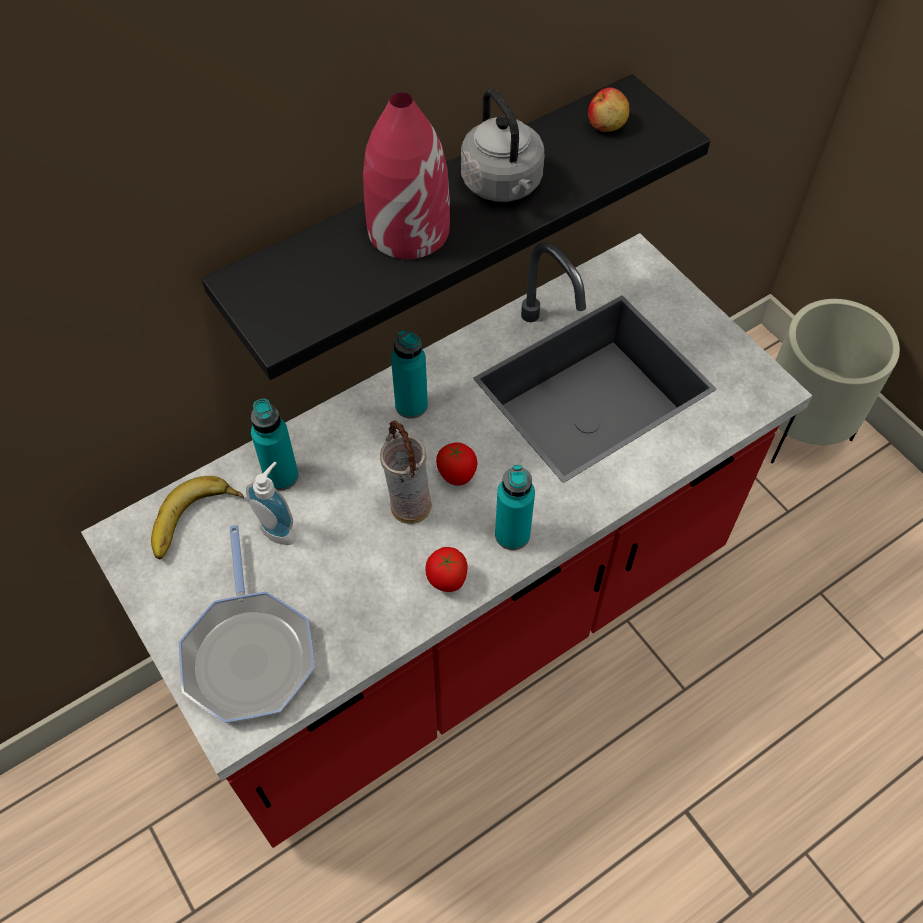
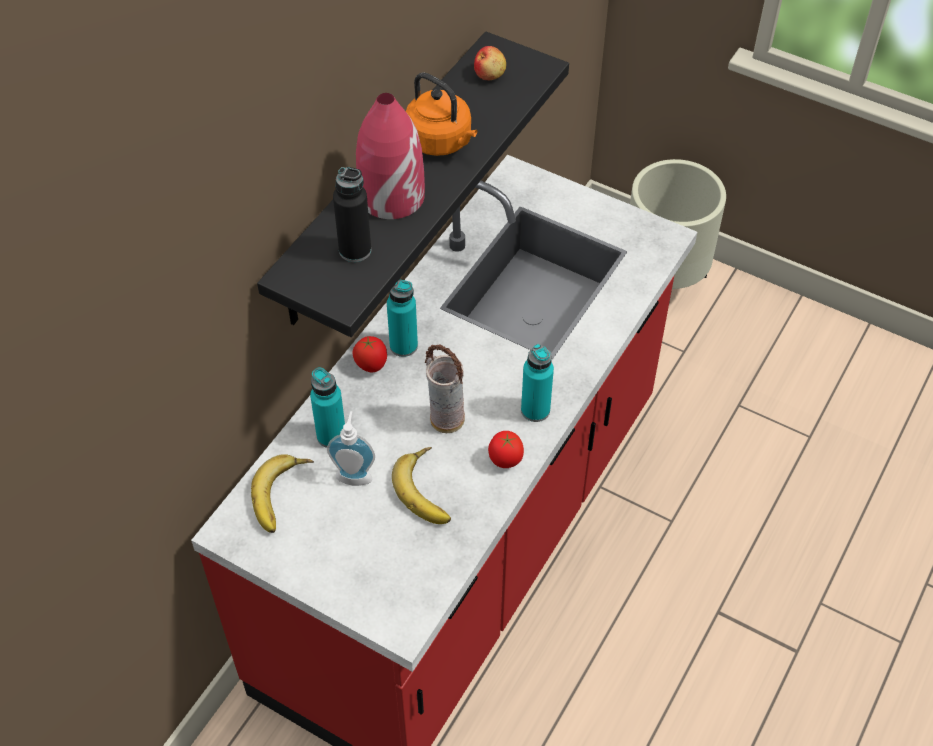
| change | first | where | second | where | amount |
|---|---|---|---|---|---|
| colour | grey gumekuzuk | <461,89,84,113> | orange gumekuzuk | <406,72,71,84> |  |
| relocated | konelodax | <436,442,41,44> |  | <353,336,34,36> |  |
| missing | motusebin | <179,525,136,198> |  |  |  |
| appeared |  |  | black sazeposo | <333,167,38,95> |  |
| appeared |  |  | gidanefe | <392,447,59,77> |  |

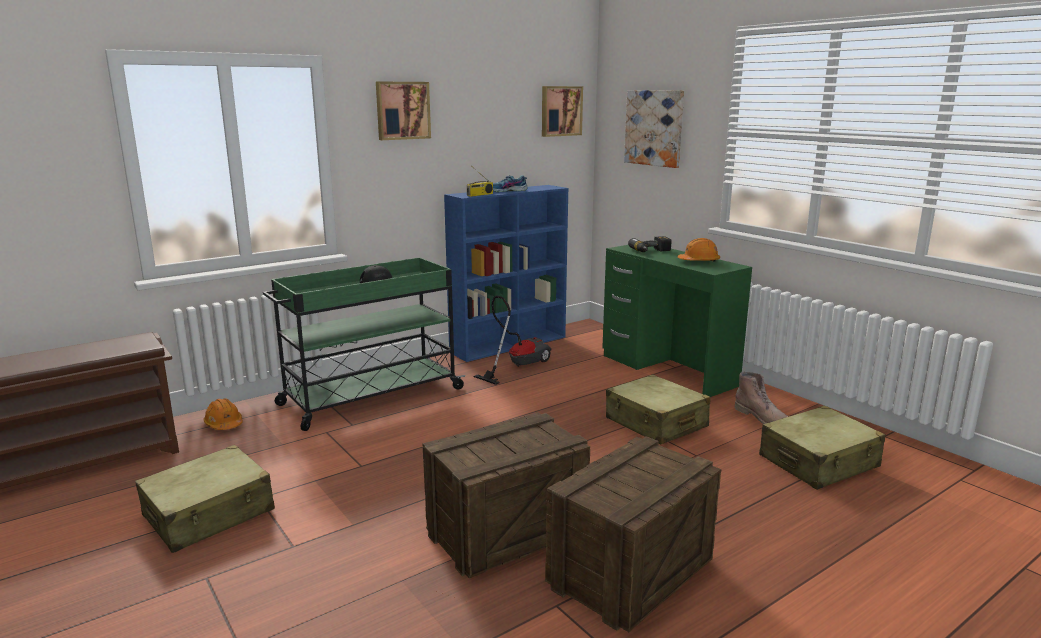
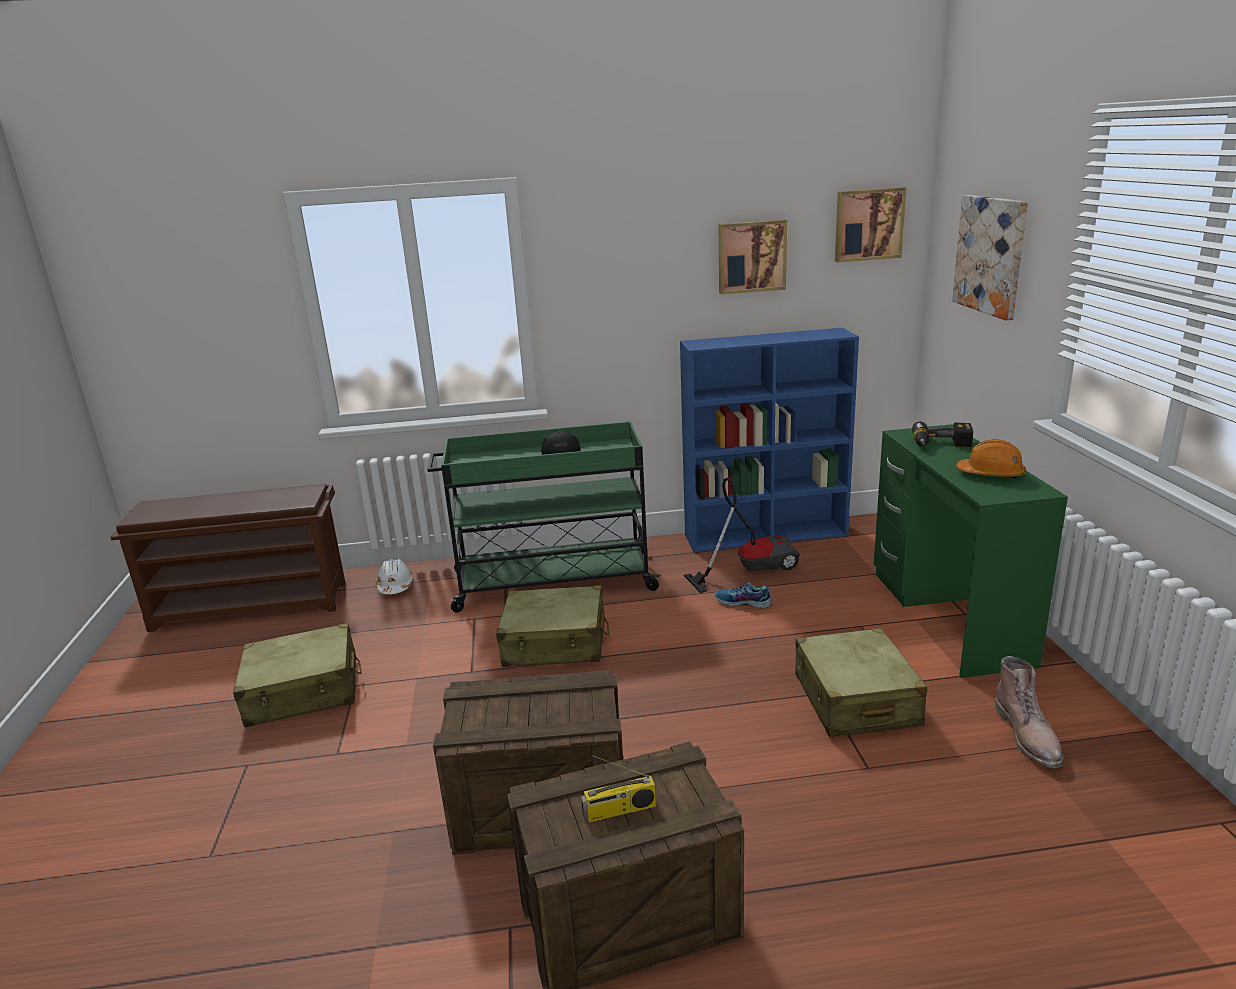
| change | first | where | second | where | amount |
|---|---|---|---|---|---|
| relocated | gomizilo | <376,82,55,58> |  | <719,219,68,75> |  |
| relocated | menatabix | <467,169,26,28> |  | <581,755,75,68> |  |
| relocated | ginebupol | <493,175,35,17> |  | <715,583,57,26> |  |
| colour | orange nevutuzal | <204,399,39,31> | white nevutuzal | <375,559,38,35> |  |
| relocated | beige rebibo | <759,406,127,84> |  | <496,585,113,82> |  |

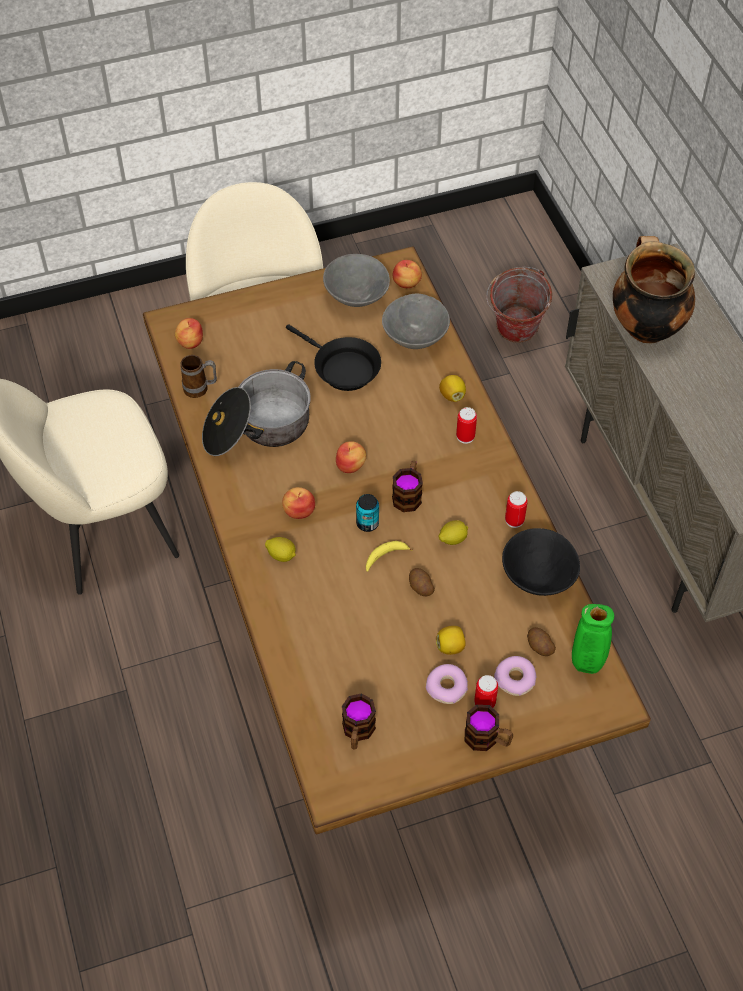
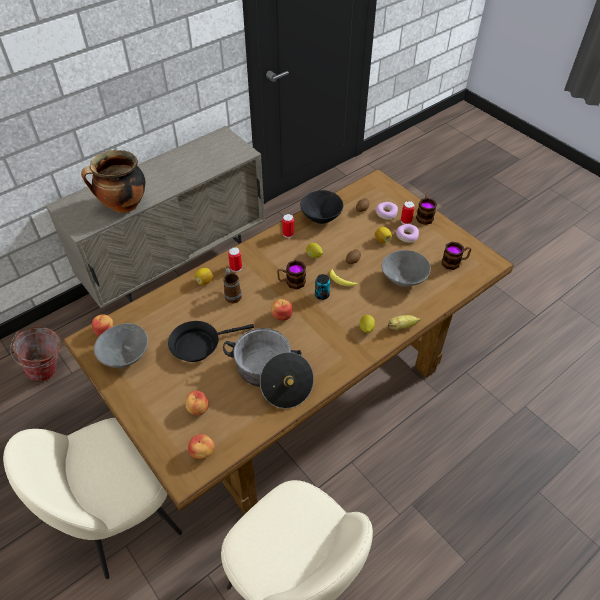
| change | first | where | second | where | amount |
|---|---|---|---|---|---|
| relocated | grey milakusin | <382,293,68,56> |  | <382,250,49,37> |  |
| spun | black motusebin | <286,324,95,67> |  | <168,321,86,41> | 135 degrees counterclockwise |
| relocated | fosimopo | <180,355,37,43> |  | <223,268,19,35> |  |
| relocated | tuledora | <282,487,33,32> |  | <186,391,23,24> |  |
| missing | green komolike | <572,604,42,70> |  |  |  |
| appeared |  |  | gidanefe | <388,315,33,15> |  |

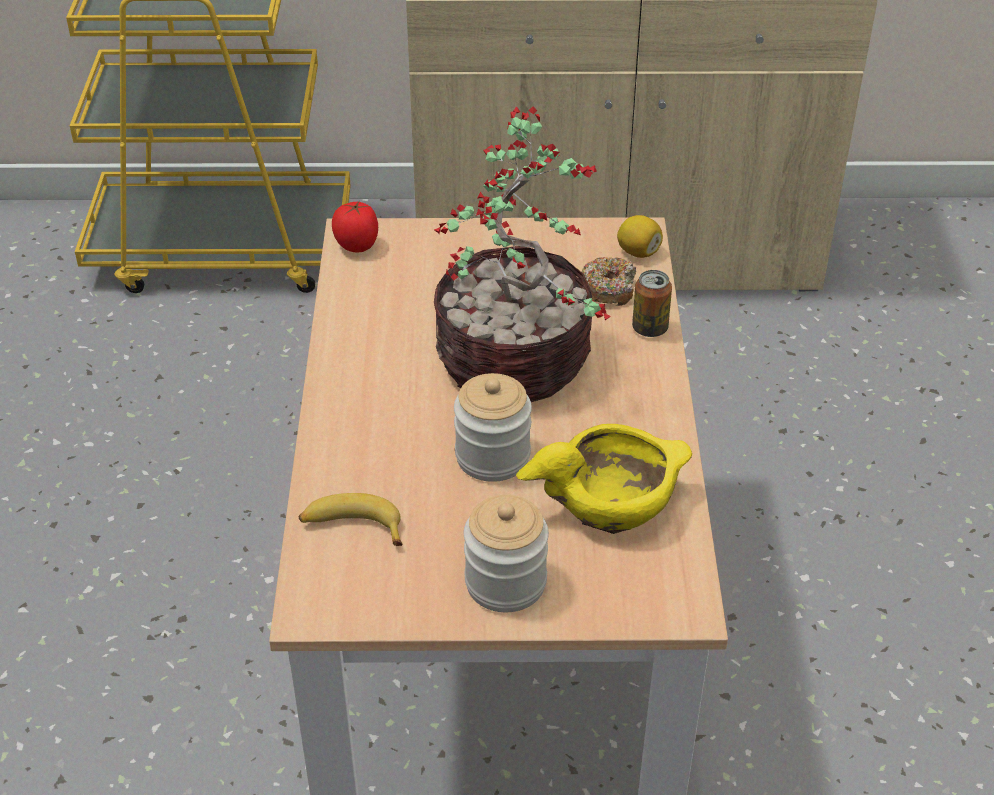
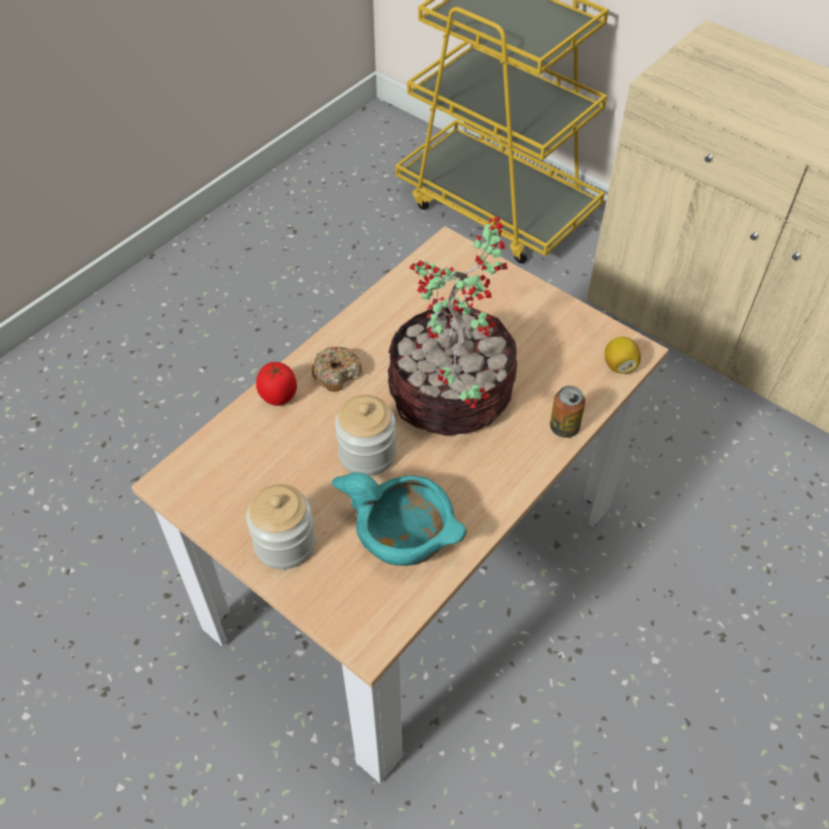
| change | first | where | second | where | amount |
|---|---|---|---|---|---|
| relocated | konelodax | <332,202,46,50> |  | <256,362,41,44> |  |
| relocated | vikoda | <578,257,58,49> |  | <312,347,50,45> |  |
| colour | yellow milakusin | <516,424,176,110> | turquoise milakusin | <332,472,135,94> |  |
| missing | gidanefe | <299,493,104,53> |  |  |  |

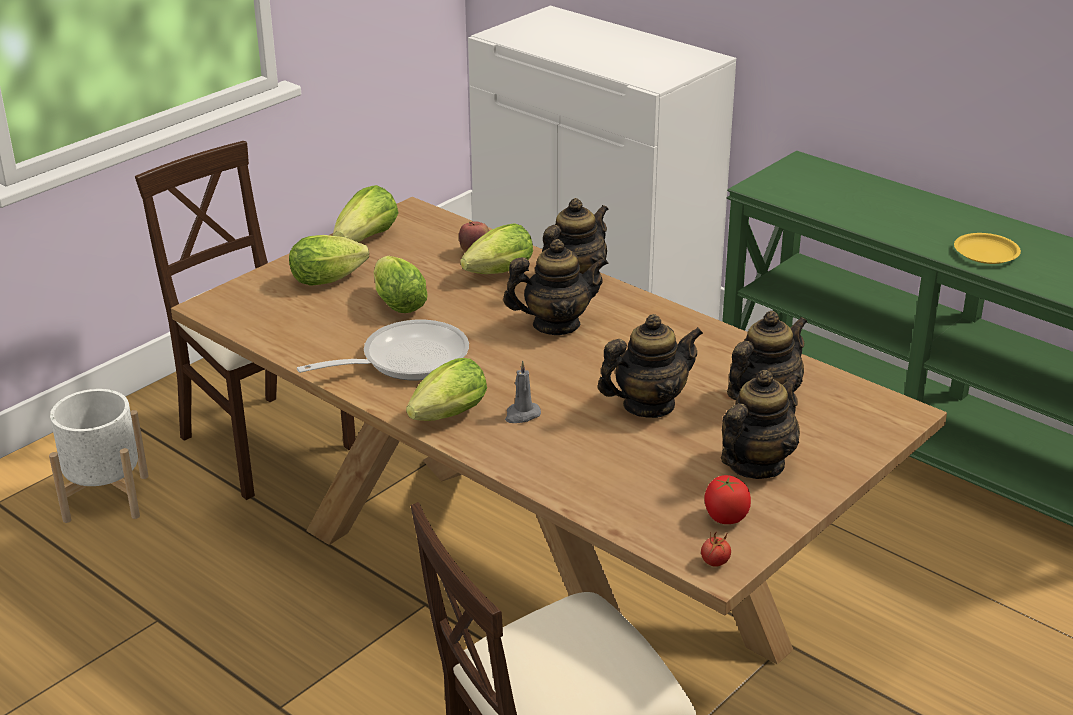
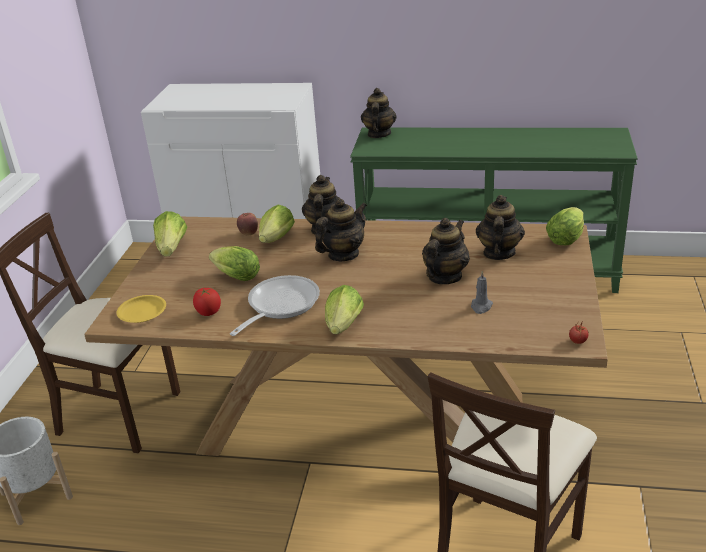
| change | first | where | second | where | amount |
|---|---|---|---|---|---|
| relocated | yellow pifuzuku | <954,233,67,31> |  | <116,295,50,28> |  |
| relocated | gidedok | <289,235,80,51> |  | <546,207,38,38> |  |
| relocated | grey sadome | <505,361,36,62> |  | <471,271,22,43> |  |
| relocated | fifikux | <721,370,79,109> |  | <361,88,36,50> |  |
| relocated | konelodax | <705,475,46,49> |  | <193,288,28,28> |  |

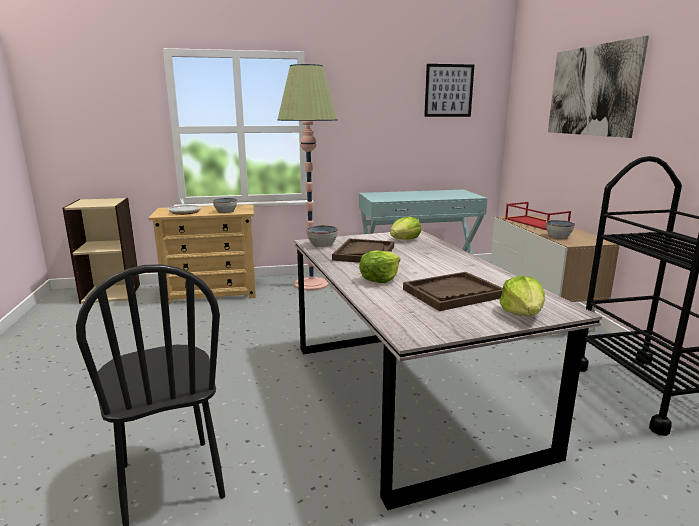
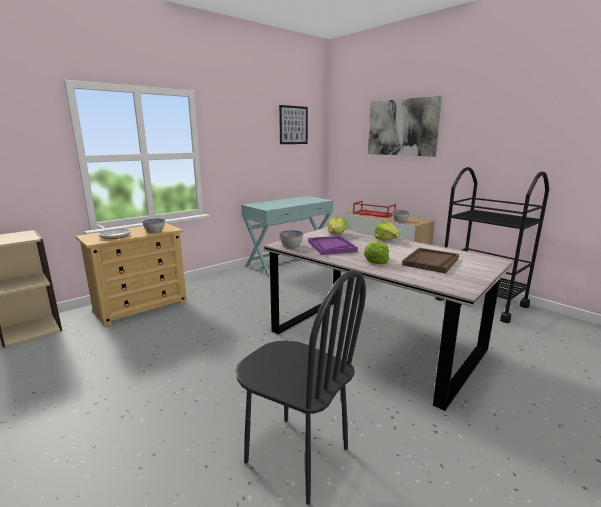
| change | first | where | second | where | amount |
|---|---|---|---|---|---|
| missing | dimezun | <277,64,61,227> |  |  |  |
| colour | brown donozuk | <332,238,62,25> | purple donozuk | <308,236,50,19> |  |
| relocated | gidedok | <500,276,45,40> |  | <374,222,26,19> |  |

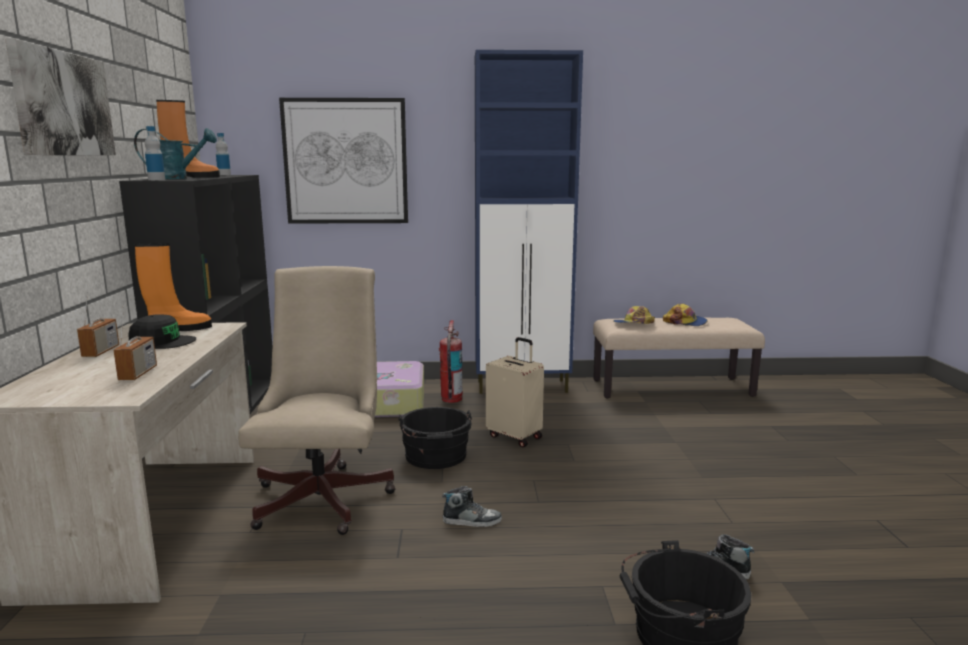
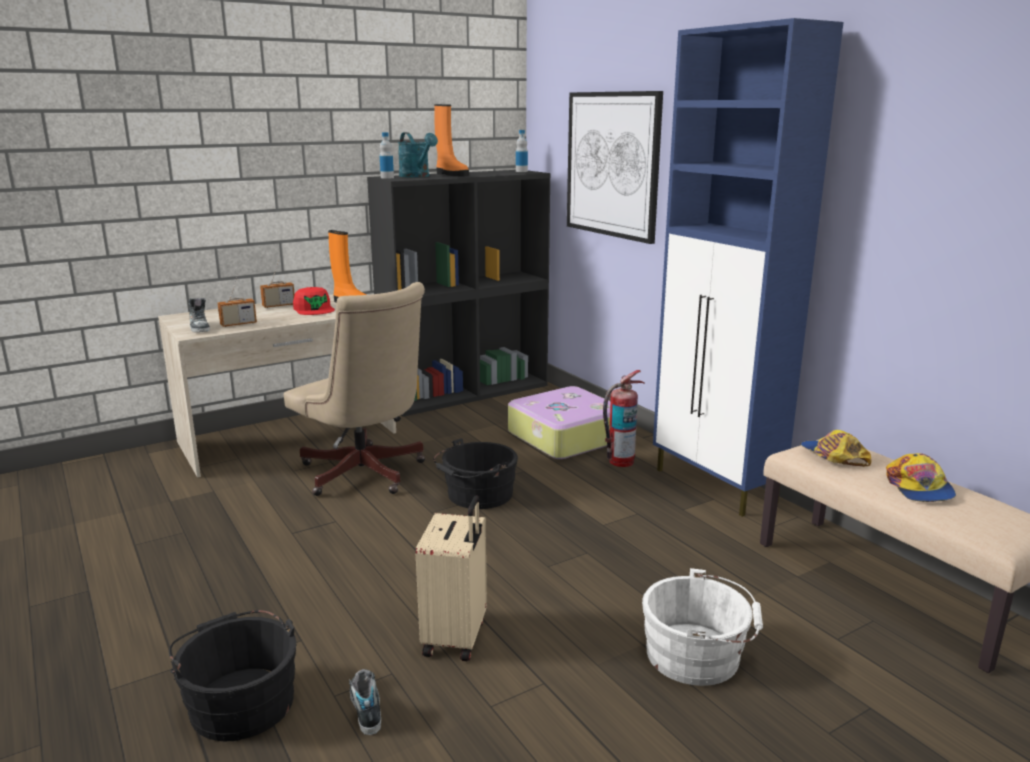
| change | first | where | second | where | amount |
|---|---|---|---|---|---|
| missing | gomizilo | <5,39,111,116> |  |  |  |
| spun | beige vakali | <238,266,157,269> |  | <284,282,141,214> | 75 degrees clockwise |
| colour | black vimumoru | <129,314,67,35> | red vimumoru | <293,287,42,28> |  |
| relocated | beige rebibo | <486,337,58,110> |  | <416,495,71,166> |  |
| relocated | ginebupol | <442,486,60,41> |  | <189,298,21,34> |  |
| appeared |  |  | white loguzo | <642,568,121,118> |  |

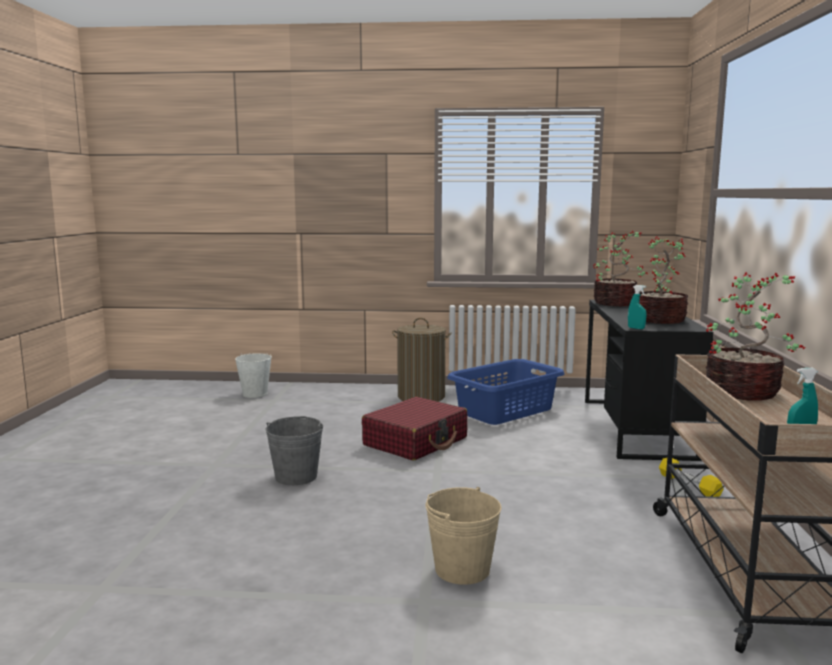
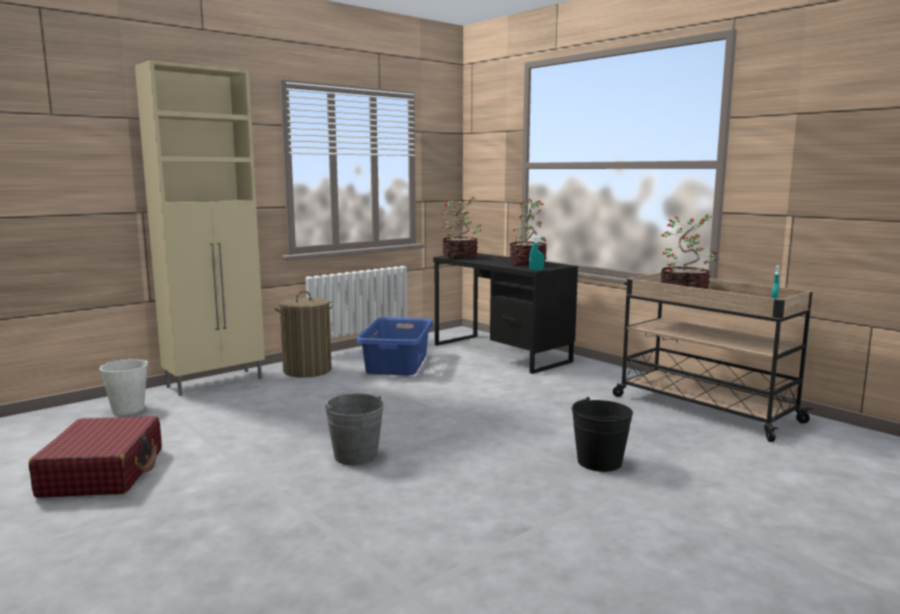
| change | first | where | second | where | amount |
|---|---|---|---|---|---|
| relocated | red rebibo | <362,397,106,64> |  | <29,416,133,82> |  |
| missing | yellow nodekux | <659,458,64,39> |  |  |  |
| colour | beige loguzo | <426,487,76,98> | black loguzo | <572,397,61,75> |  |
| appeared |  |  | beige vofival | <135,60,130,336> |  |

